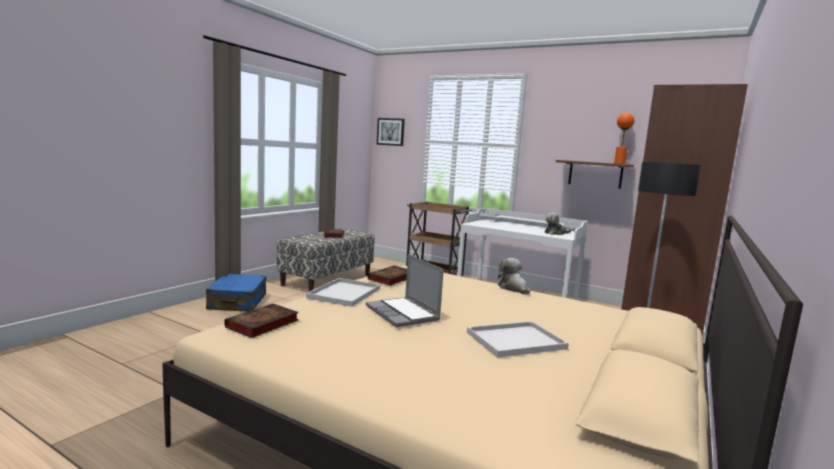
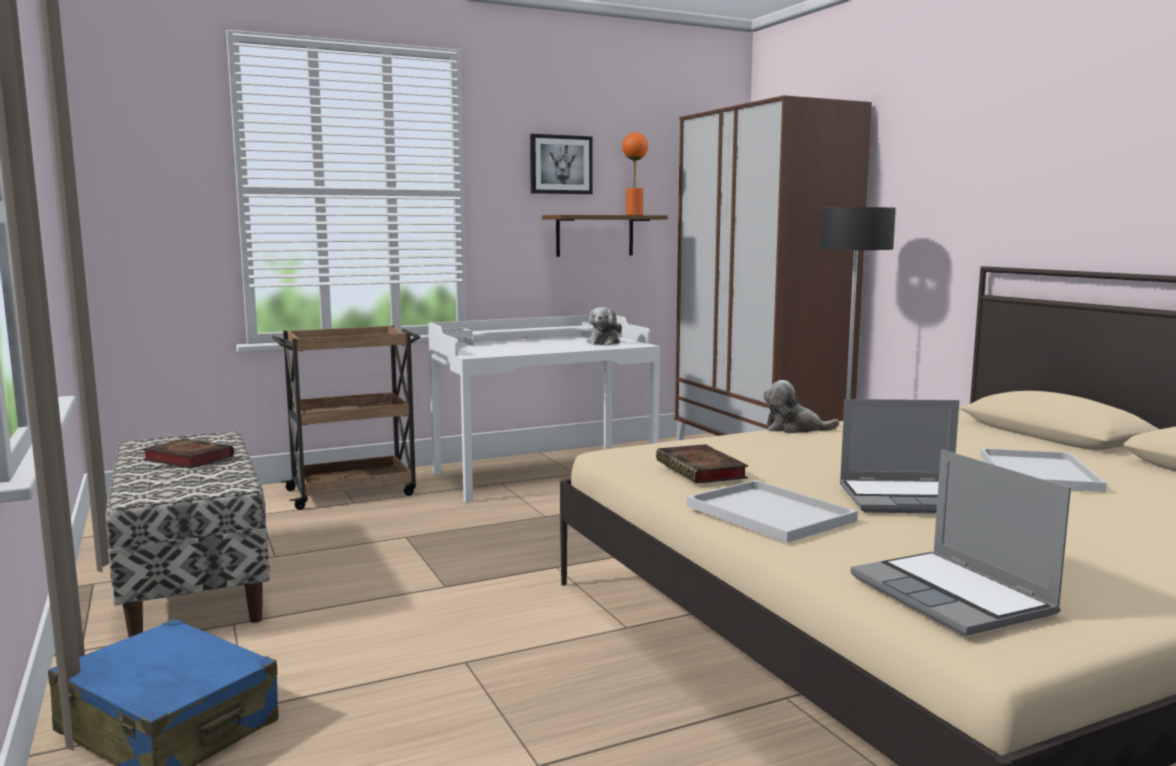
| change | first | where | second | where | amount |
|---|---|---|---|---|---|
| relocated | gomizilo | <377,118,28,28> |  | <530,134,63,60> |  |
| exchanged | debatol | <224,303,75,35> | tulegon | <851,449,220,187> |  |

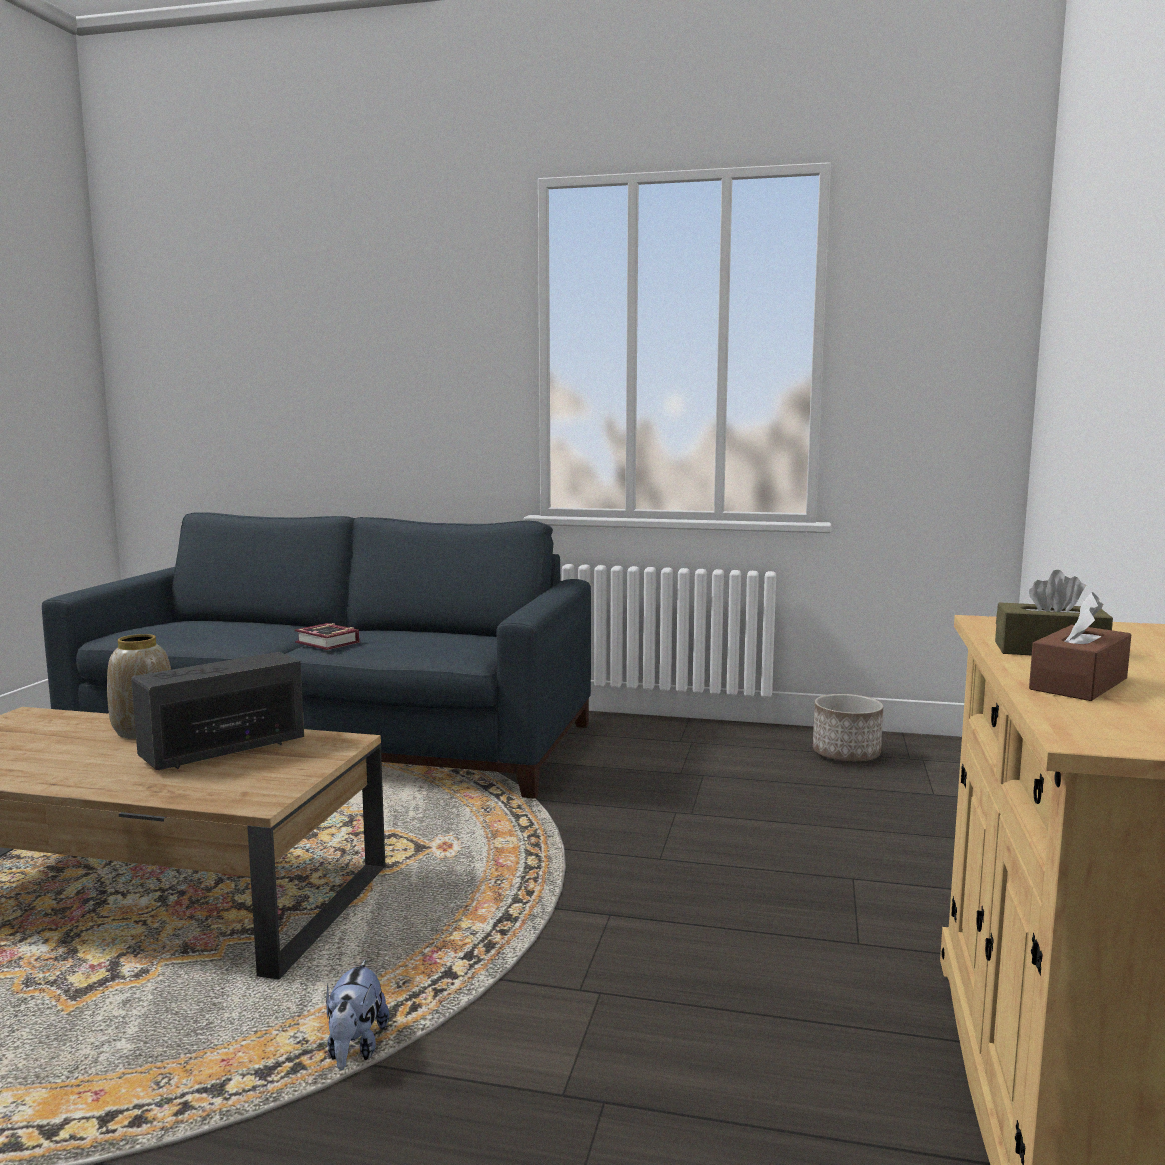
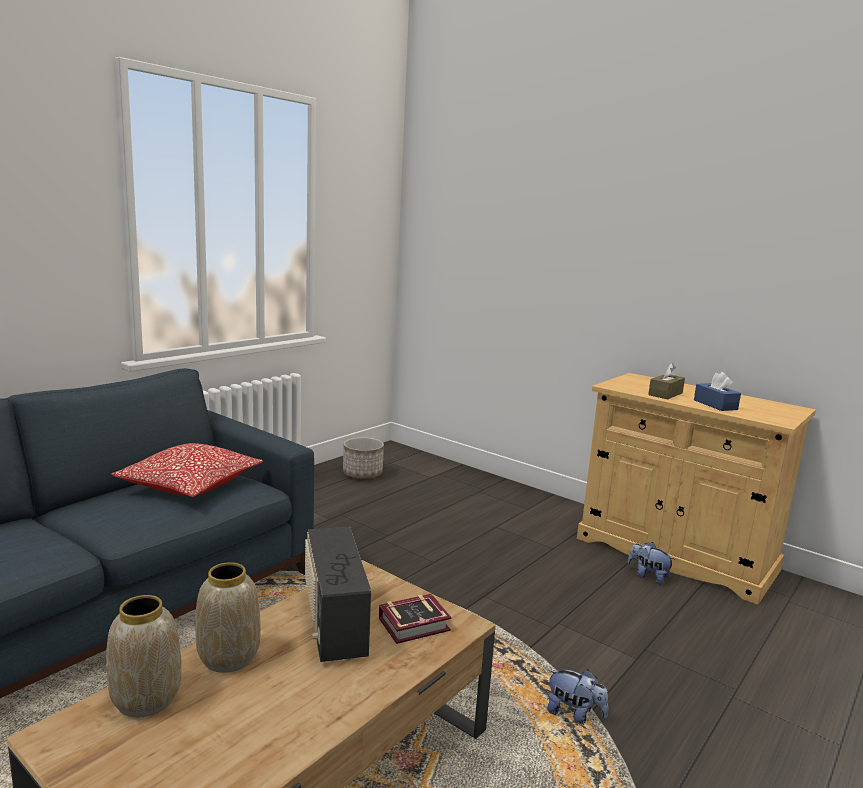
| change | first | where | second | where | amount |
|---|---|---|---|---|---|
| colour | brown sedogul | <1029,592,103,109> | blue sedogul | <694,372,47,39> |  |
| relocated | debatol | <295,623,64,27> |  | <379,594,73,50> |  |
| appeared |  |  | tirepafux | <111,443,152,54> |  |
| appeared |  |  | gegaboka | <628,542,47,43> |  |
| appeared |  |  | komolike | <106,595,75,122> |  |

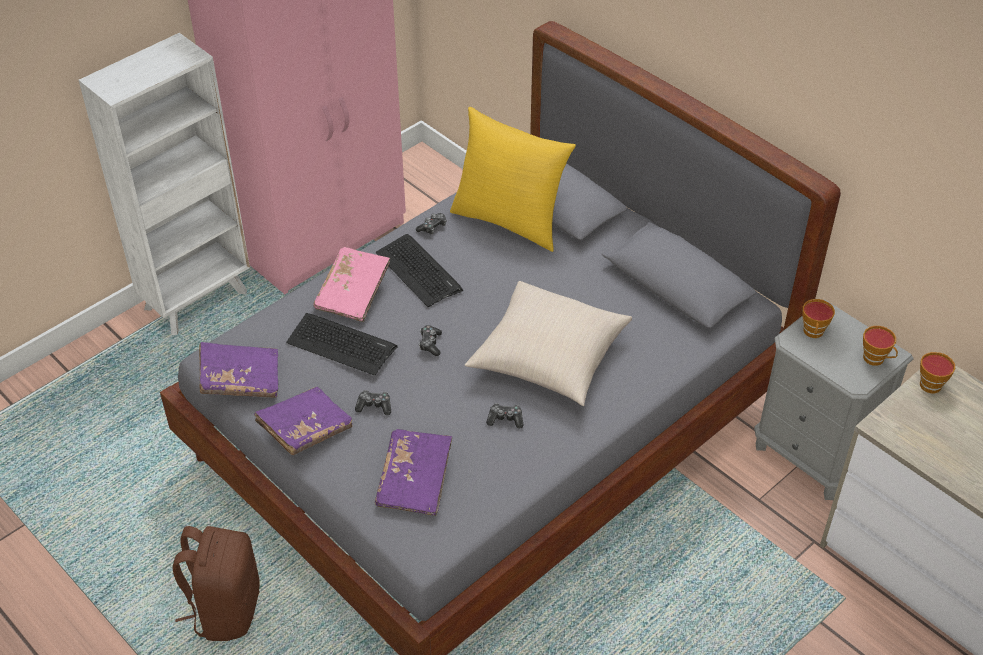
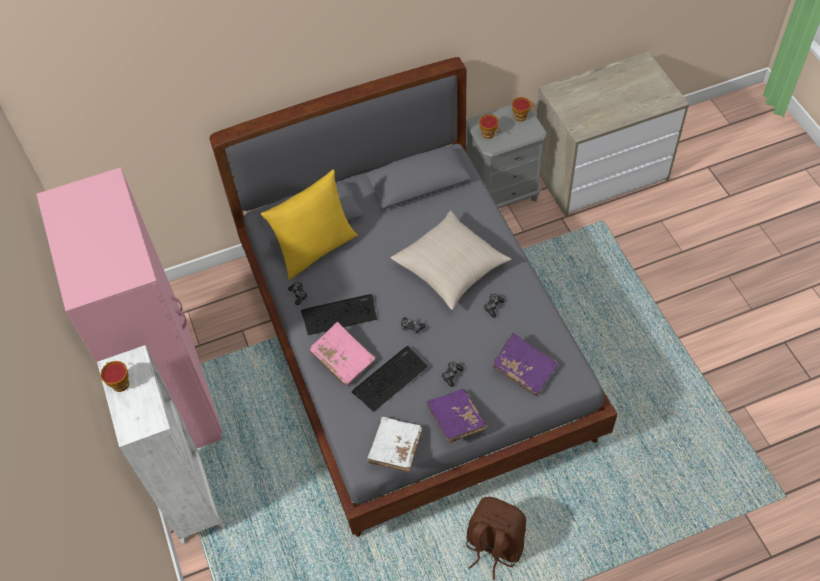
| change | first | where | second | where | amount |
|---|---|---|---|---|---|
| colour | purple debatol | <199,342,79,56> | white debatol | <367,417,56,55> |  |
| relocated | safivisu | <920,352,35,41> |  | <100,361,29,31> |  |

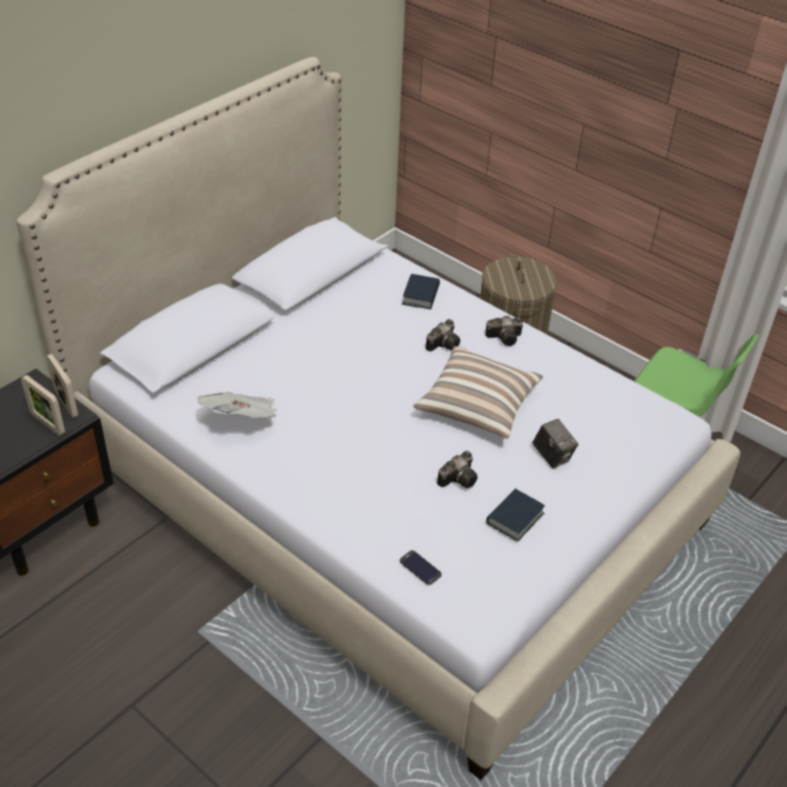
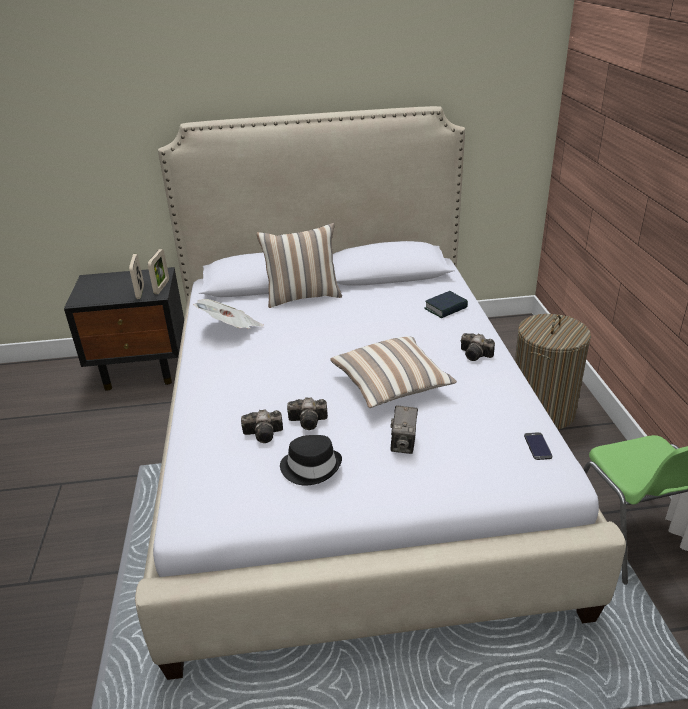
| change | first | where | second | where | amount |
|---|---|---|---|---|---|
| relocated | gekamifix | <426,319,34,32> |  | <241,410,42,33> |  |
| exchanged | debatol | <486,489,59,52> | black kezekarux | <280,435,62,50> |  |
| relocated | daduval | <400,550,42,35> |  | <524,432,28,28> |  |
| appeared |  |  | tirepafux | <256,223,86,85> |  |

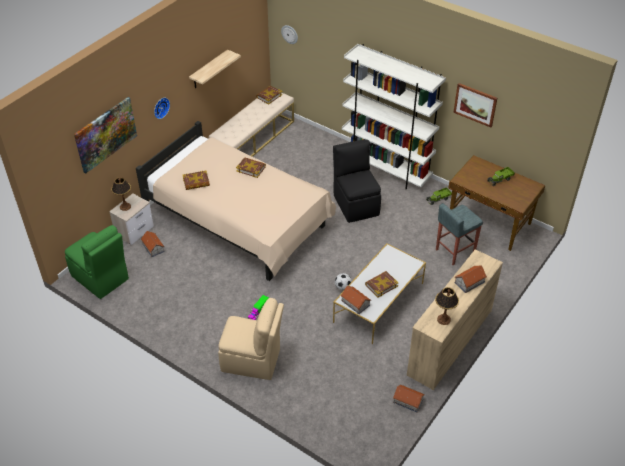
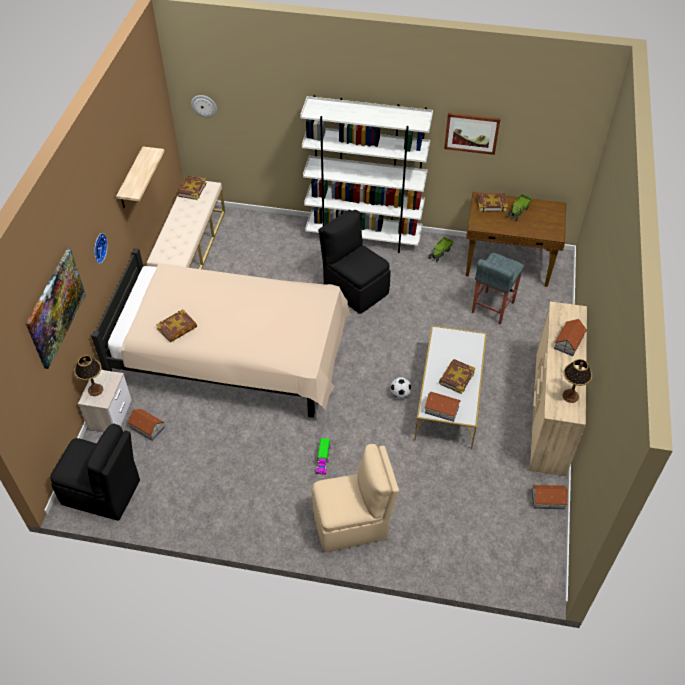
| change | first | where | second | where | amount |
|---|---|---|---|---|---|
| relocated | debatol | <236,157,30,21> |  | <477,193,31,19> |  |
| colour | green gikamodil | <65,225,64,74> | black gikamodil | <50,424,90,96> |  |

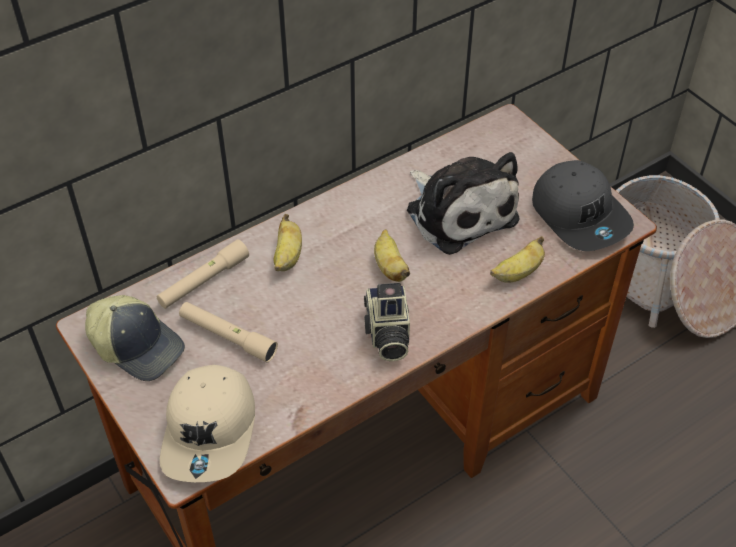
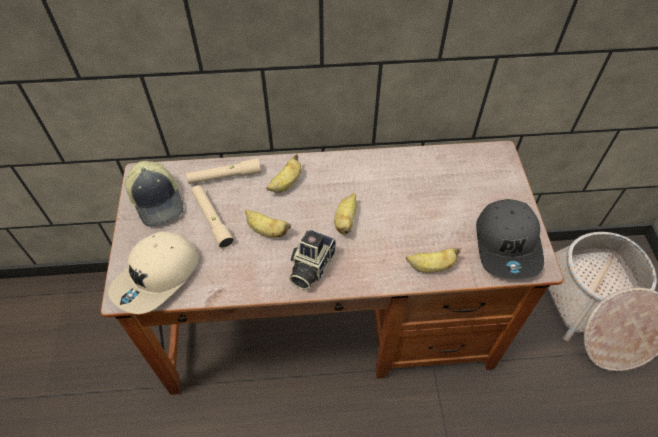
| change | first | where | second | where | amount |
|---|---|---|---|---|---|
| missing | gegaboka | <407,152,113,103> |  |  |  |
| appeared |  |  | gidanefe | <245,209,46,29> |  |

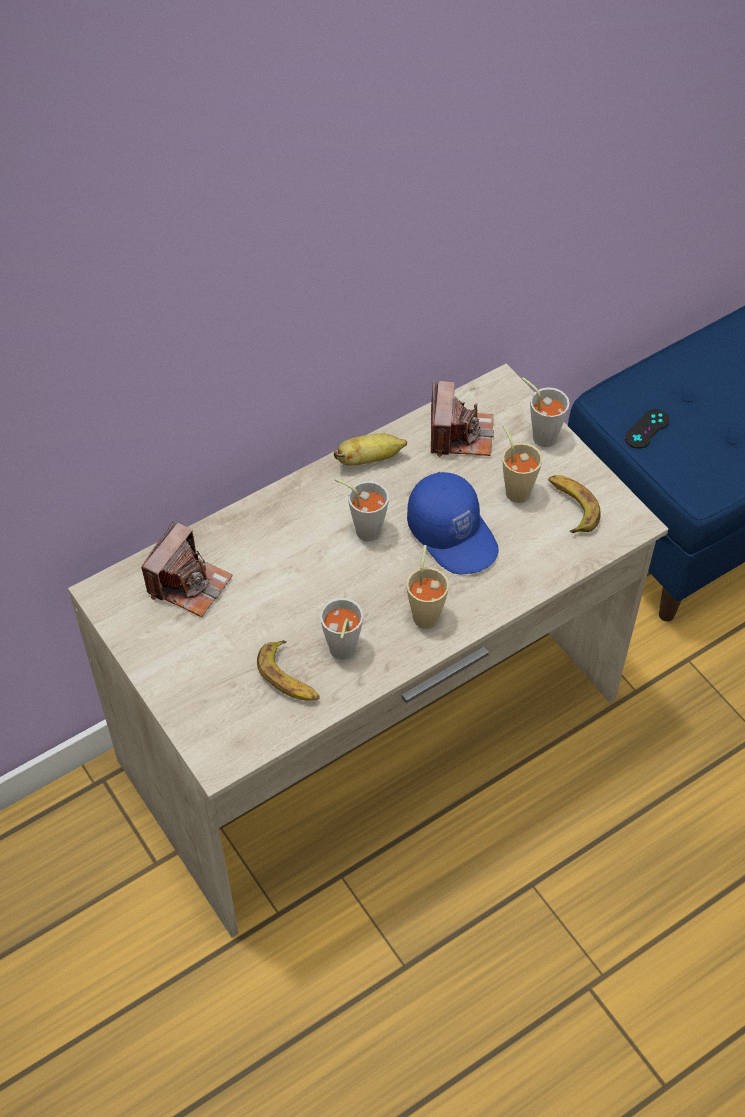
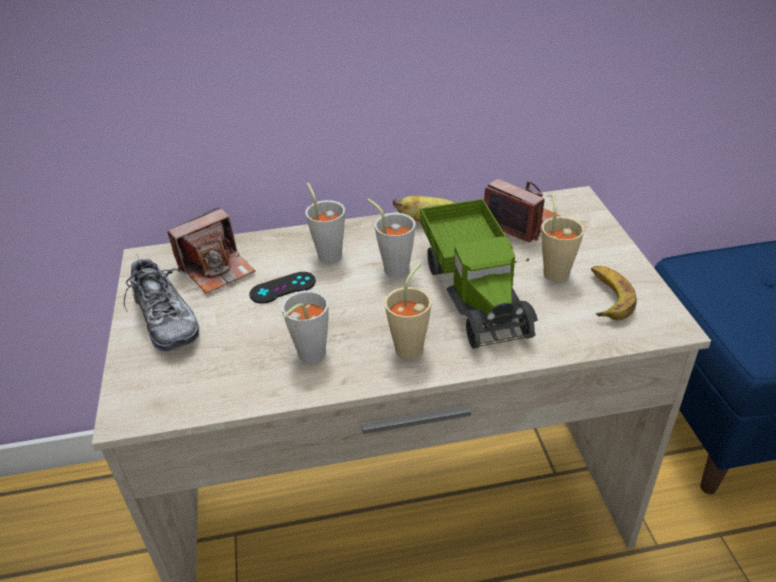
| change | first | where | second | where | amount |
|---|---|---|---|---|---|
| relocated | grey safivisu | <522,377,48,70> |  | <305,183,40,80> |  |
| spun | gekamifix | <431,381,63,76> |  | <484,179,77,63> | 75 degrees counterclockwise |
| relocated | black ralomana | <625,409,45,40> |  | <249,272,67,32> |  |
| exchanged | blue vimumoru | <407,472,92,102> | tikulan | <420,199,118,150> |  |
| missing | gidanefe | <257,640,62,61> |  |  |  |
| appeared |  |  | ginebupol | <124,253,75,98> |  |

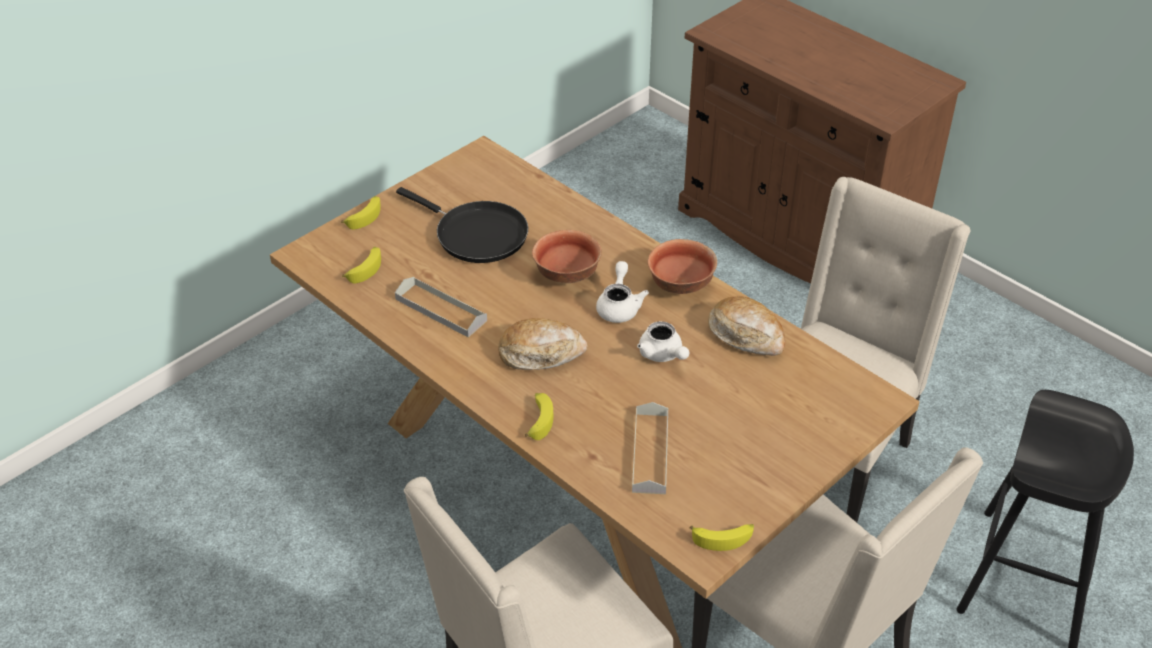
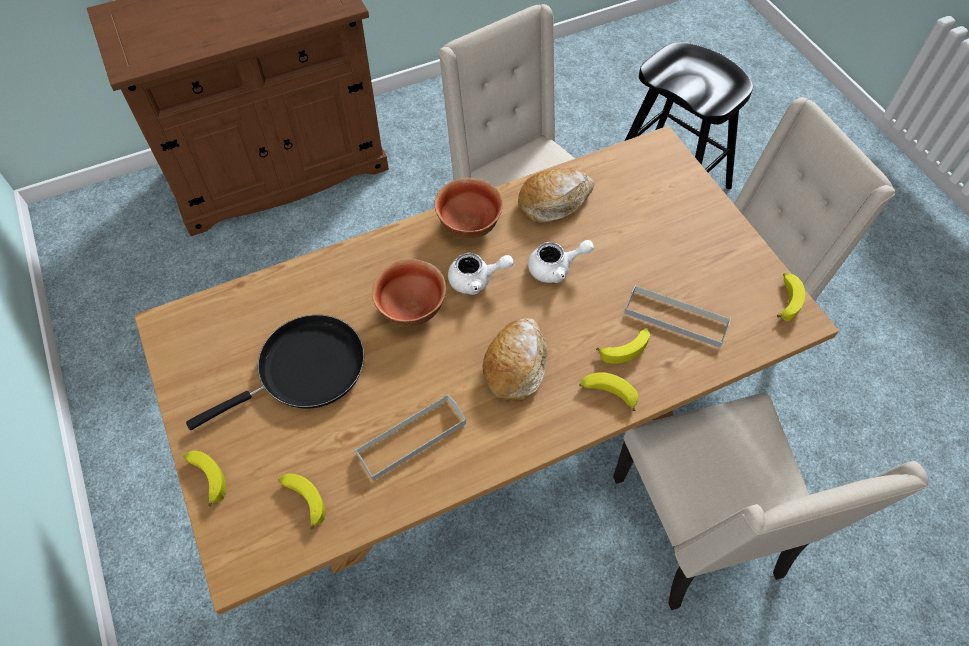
| change | first | where | second | where | amount |
|---|---|---|---|---|---|
| spun | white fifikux | <596,261,53,62> |  | <448,253,66,42> | 150 degrees clockwise |
| appeared |  |  | gidanefe | <596,328,54,36> |  |

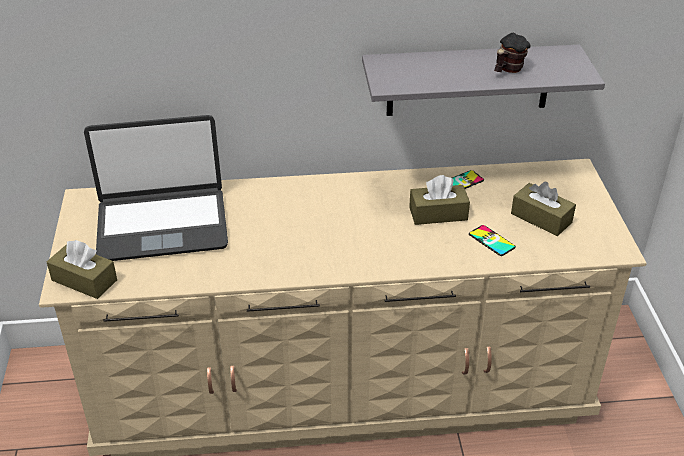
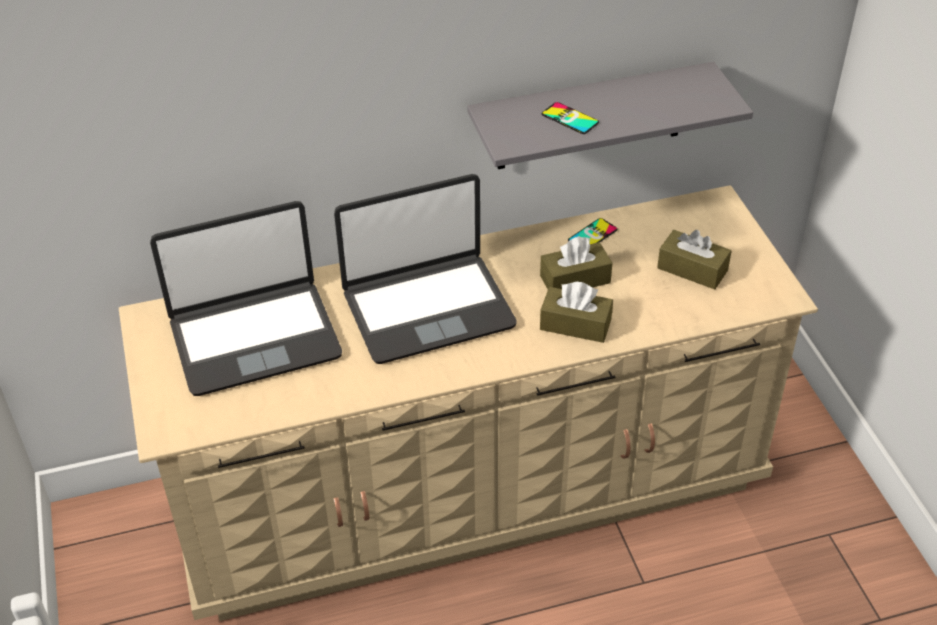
| change | first | where | second | where | amount |
|---|---|---|---|---|---|
| missing | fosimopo | <494,33,37,40> |  |  |  |
| relocated | daduval | <469,225,47,31> |  | <542,102,57,32> |  |
| relocated | brown sedogul | <47,240,70,59> |  | <540,282,73,61> |  |
| appeared |  |  | tulegon | <334,174,182,190> |  |

